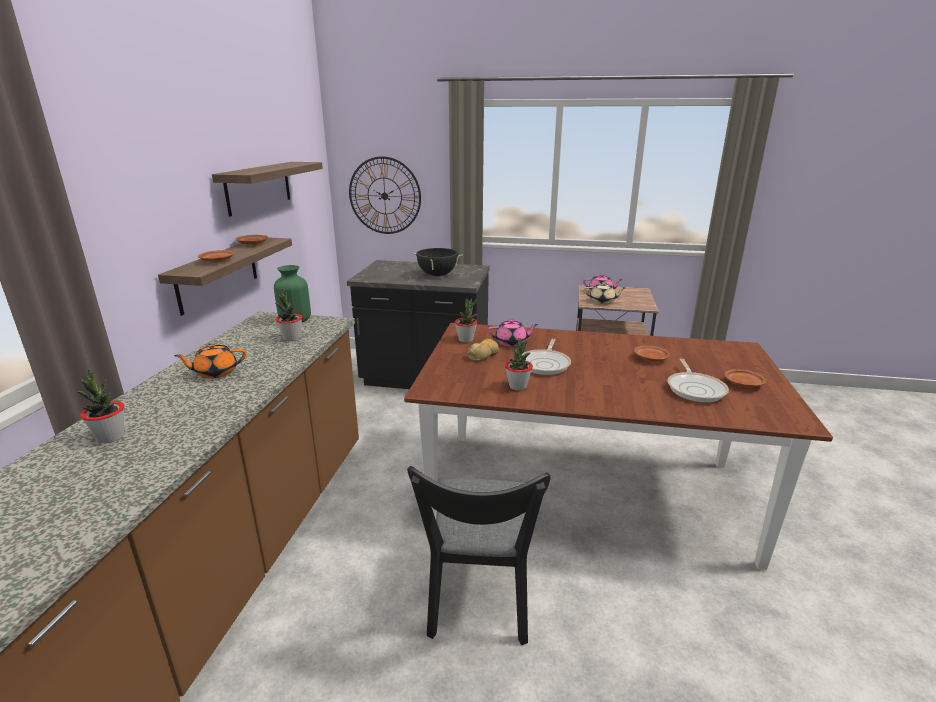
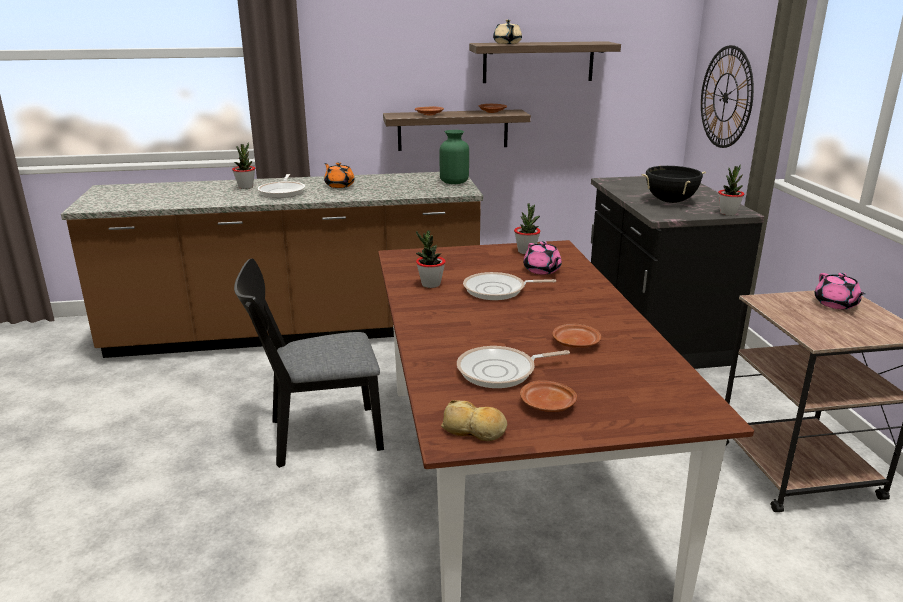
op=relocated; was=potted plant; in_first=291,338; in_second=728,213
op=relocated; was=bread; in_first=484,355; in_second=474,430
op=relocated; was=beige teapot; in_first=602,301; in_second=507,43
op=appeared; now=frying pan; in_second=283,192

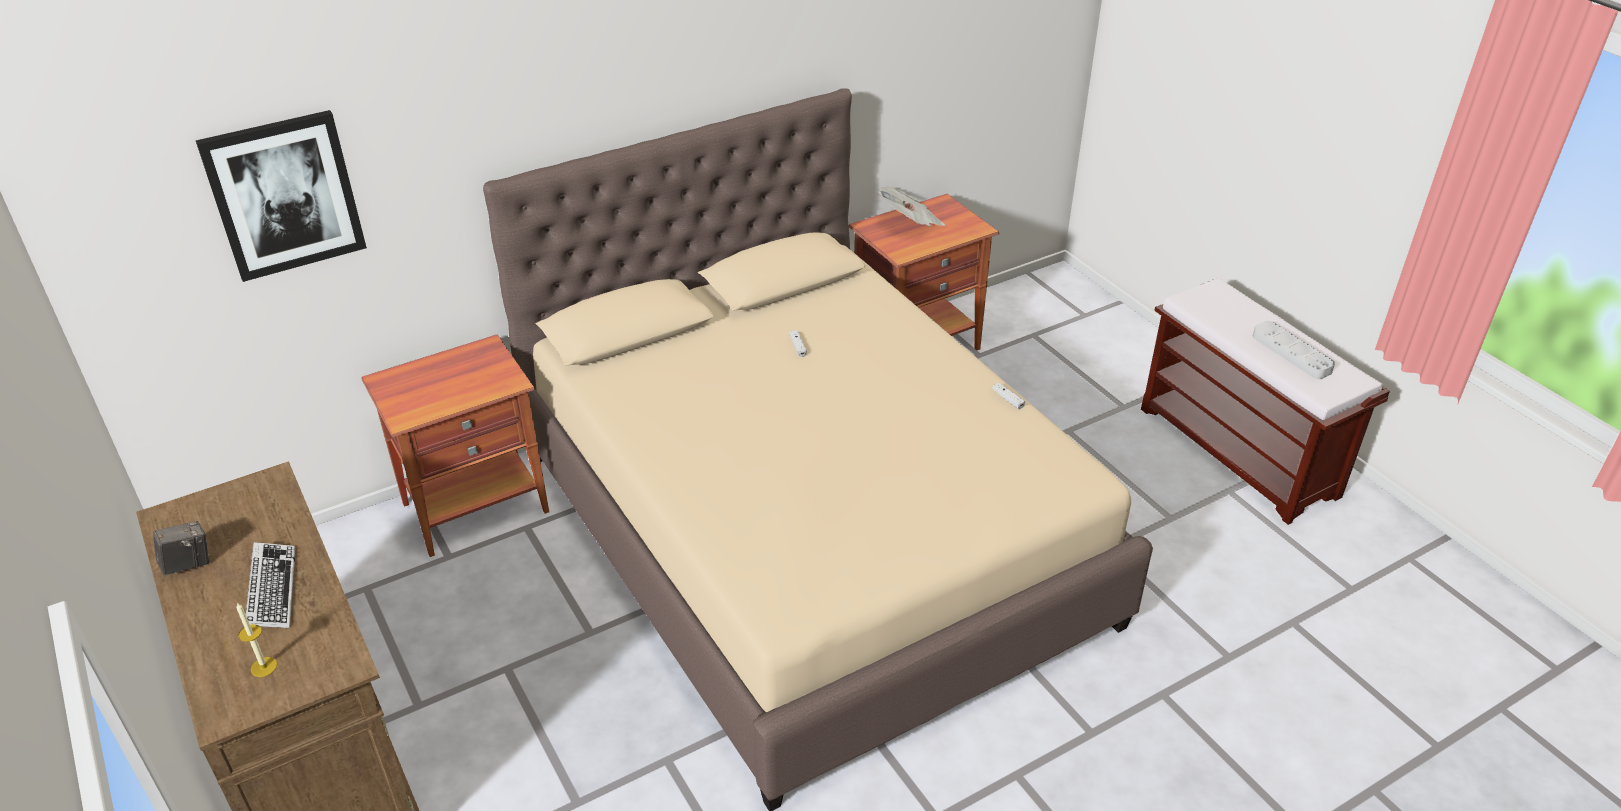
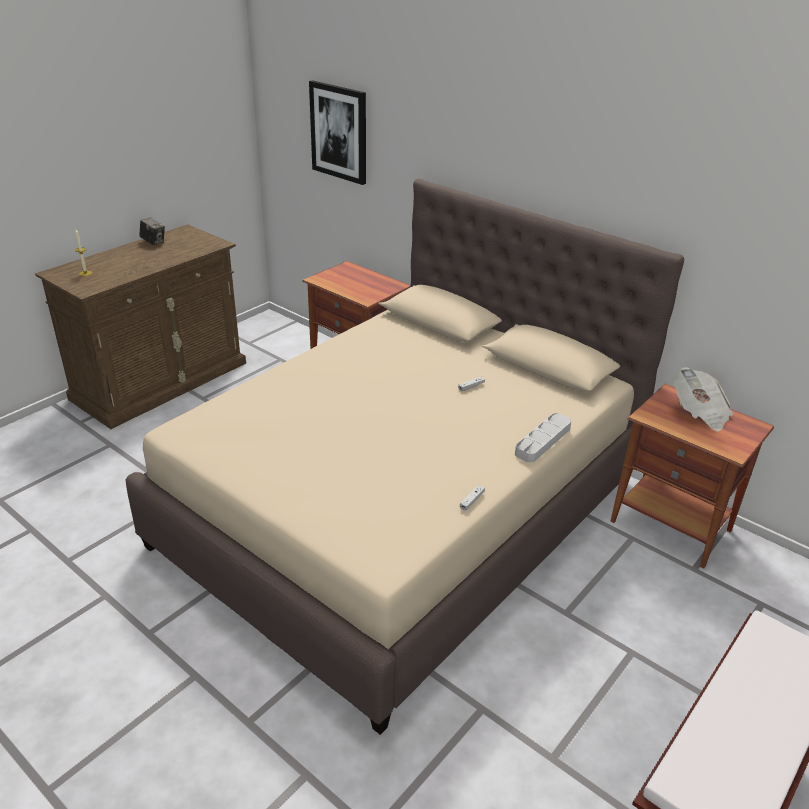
op=missing; was=keyboard; in_first=272,590
op=relocated; was=grey tray; in_first=1291,354; in_second=543,441

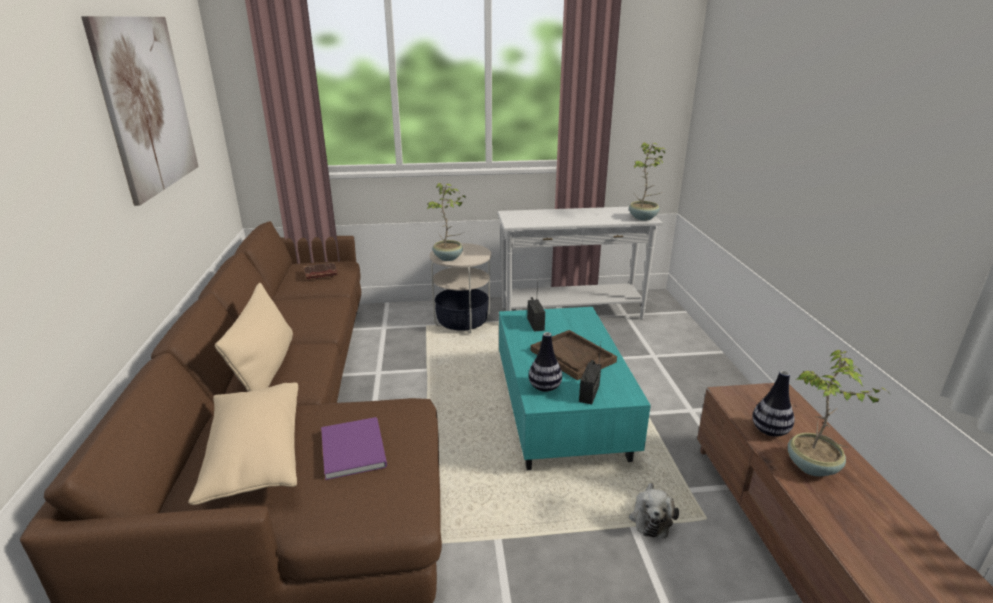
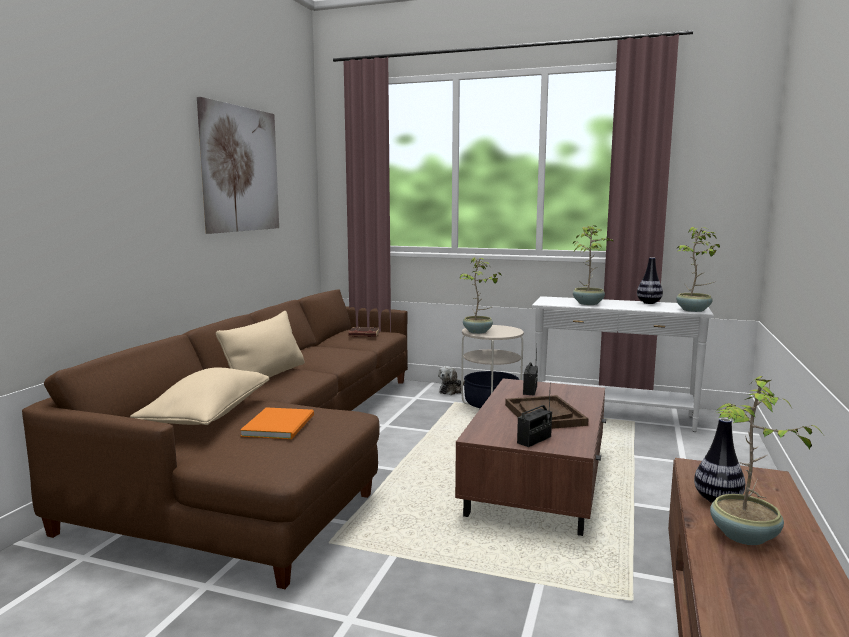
op=colour; was=purple book; now=orange book; in_first=355,447; in_second=281,425
op=colour; was=turquoise coffee table; now=brown coffee table; in_first=561,409; in_second=537,481
op=relocated; was=vase; in_first=544,388; in_second=649,303
op=relocated; was=plush toy; in_first=651,518; in_second=451,390
op=appeared; now=potted plant; in_second=588,303

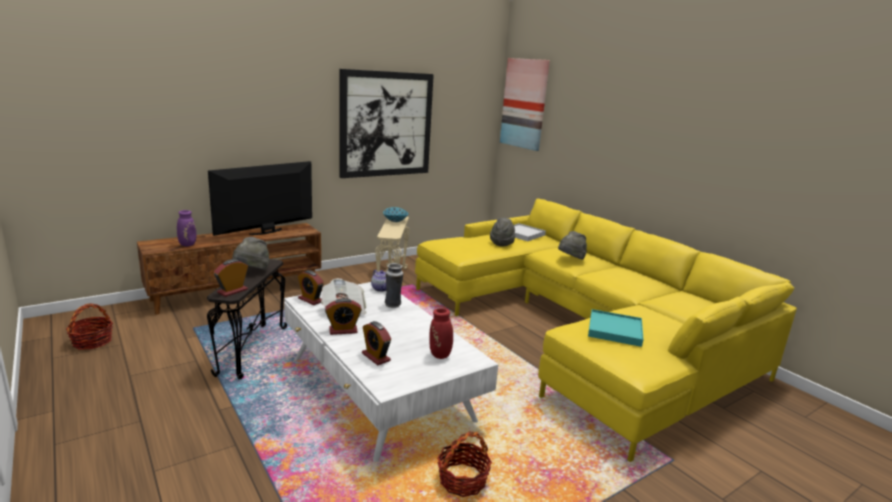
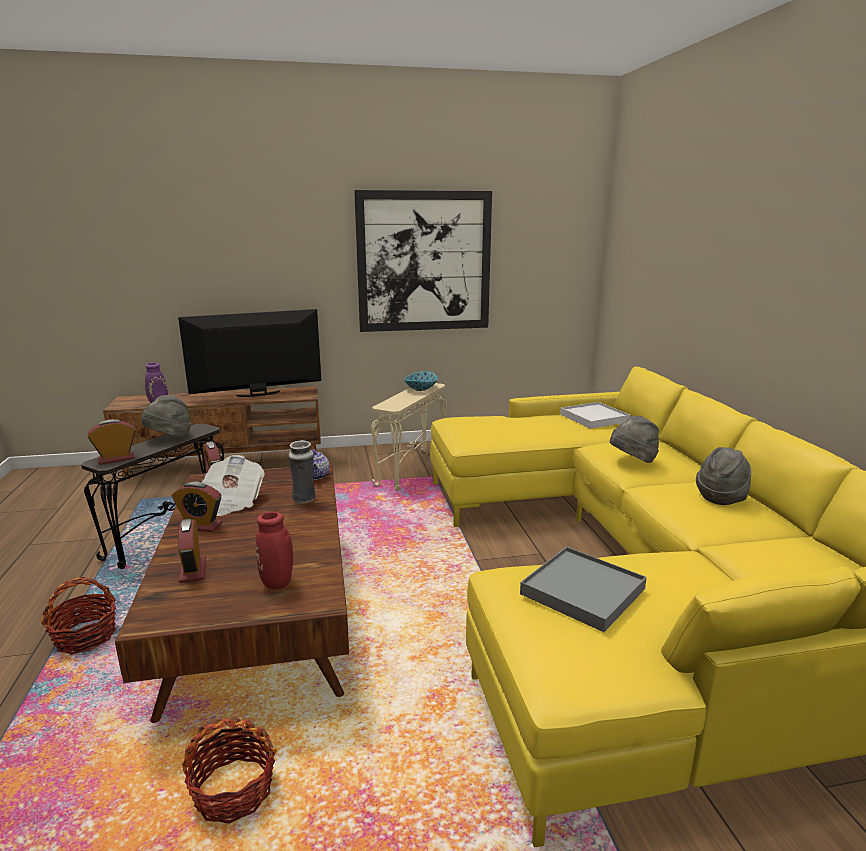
op=relocated; was=basket; in_first=92,342; in_second=86,636
op=colour; was=white coffee table; now=brown coffee table; in_first=378,388; in_second=259,613
op=relocated; was=grey hat; in_first=502,243; in_second=721,497
op=missing; was=picture; in_first=524,103
op=colour; was=turquoise tray; now=grey tray; in_first=615,330; in_second=583,591

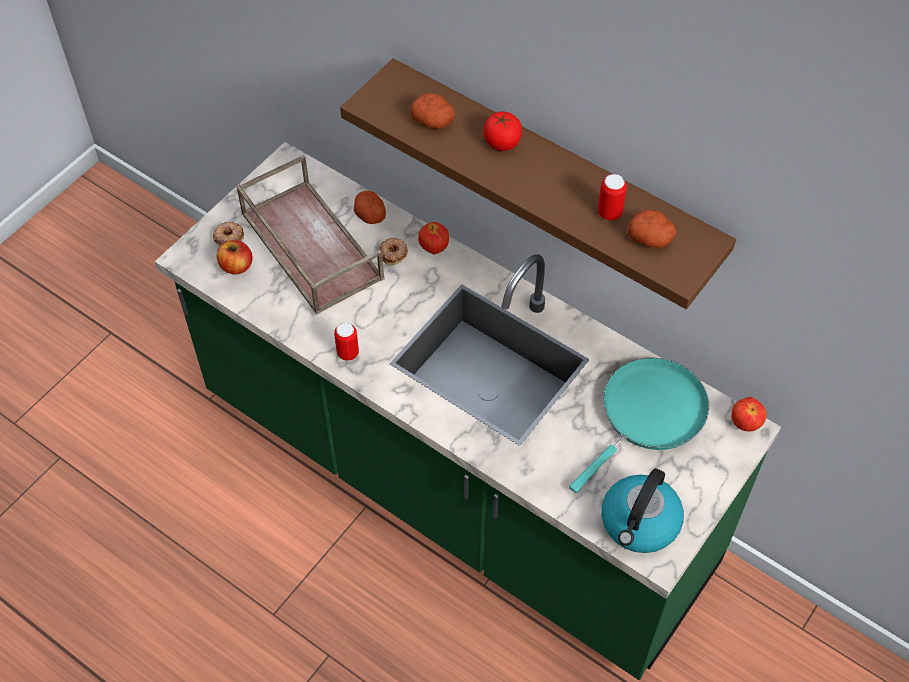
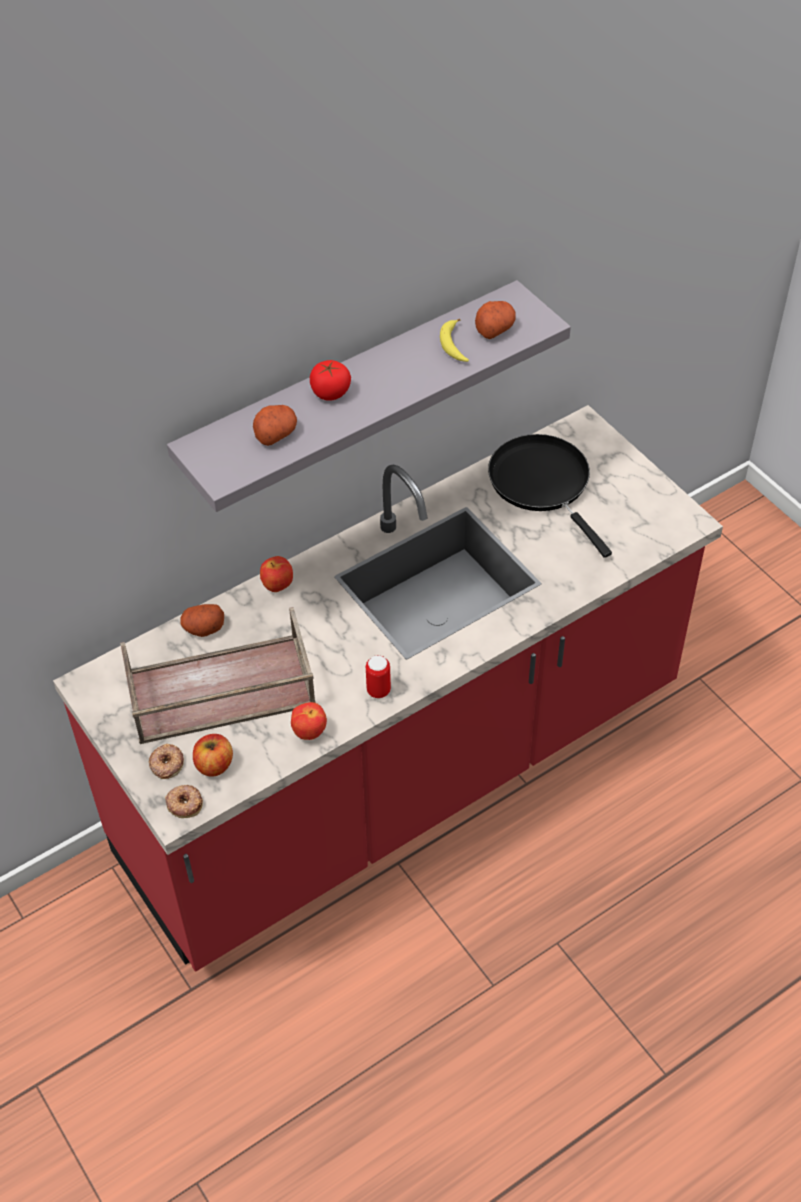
op=colour; was=green counter; now=red counter; in_first=454,483; in_second=403,775
op=colour; was=brown shelf; now=grey shelf; in_first=552,174; in_second=351,392
op=relocated; was=donut; in_first=393,253; in_second=184,803
op=colour; was=turquoise frying pan; now=black frying pan; in_first=648,414; in_second=543,484
op=exchanged; was=can; now=banana; in_first=609,213; in_second=453,345
op=missing; was=kettle; in_first=639,523
op=relocated; was=apple; in_first=745,424; in_second=310,732

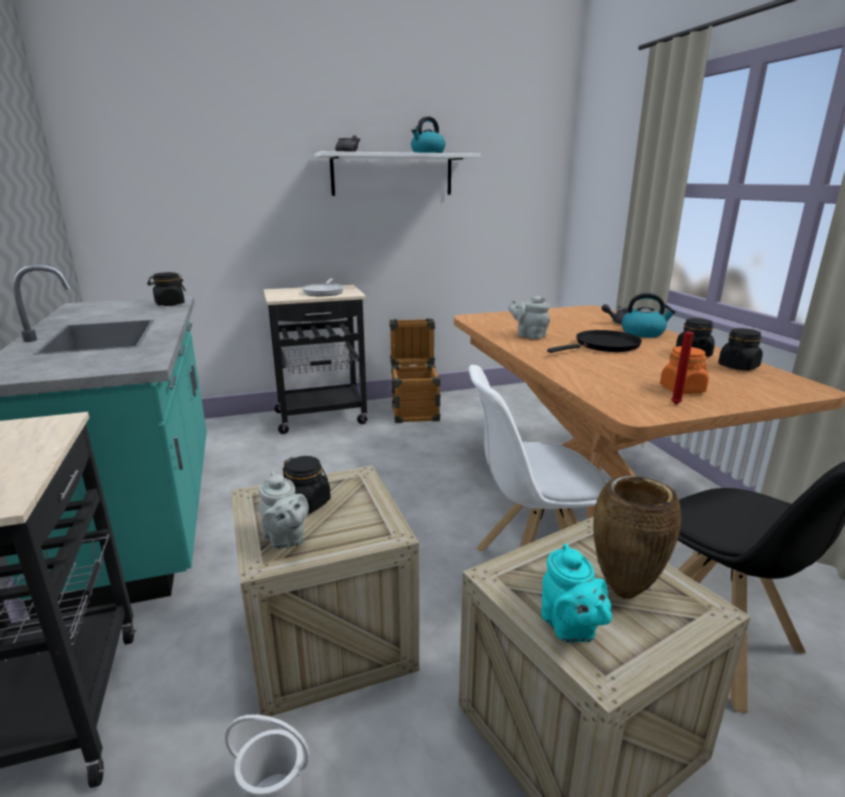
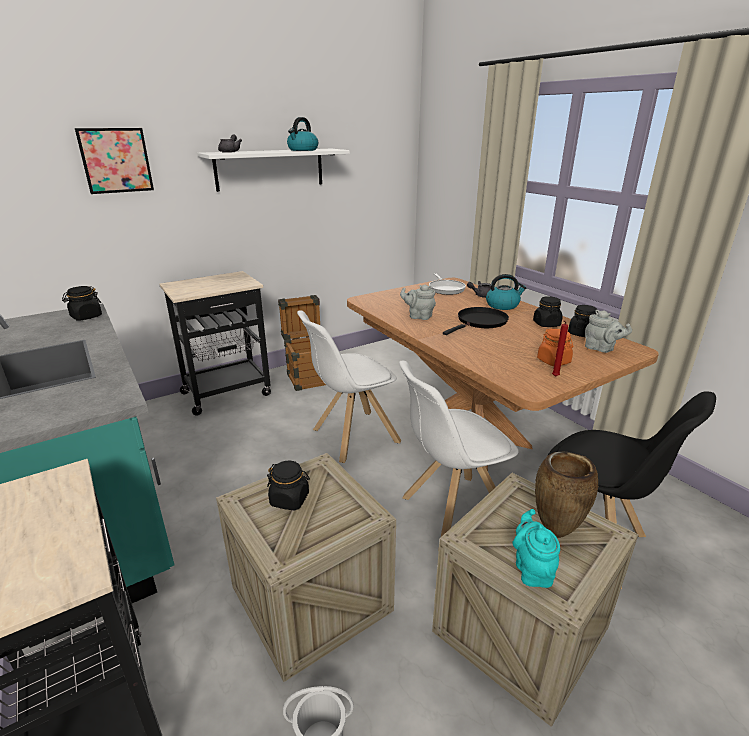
op=relocated; was=grey teapot; in_first=285,539; in_second=601,349
op=relocated; was=frying pan; in_first=324,292; in_second=446,289
op=spun; was=turquoise teapot; in_first=570,628; in_second=532,569; clockwise=-150
op=appeared; now=picture; in_second=116,160
op=appeared; now=white chair; in_second=352,437

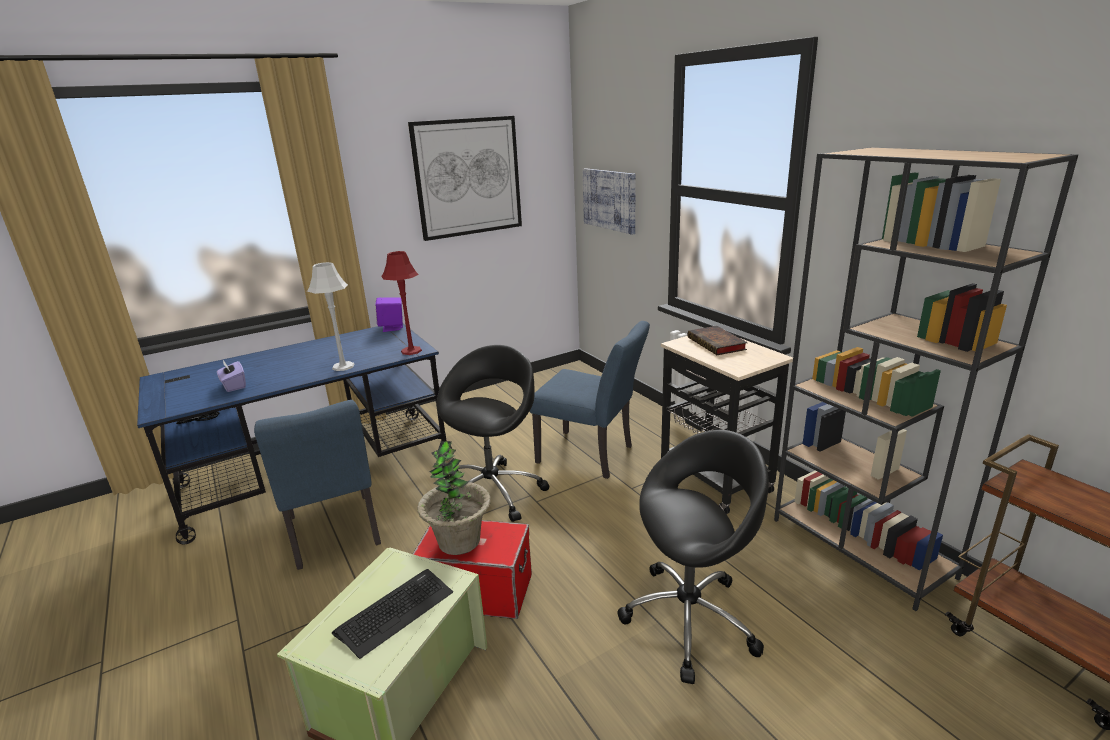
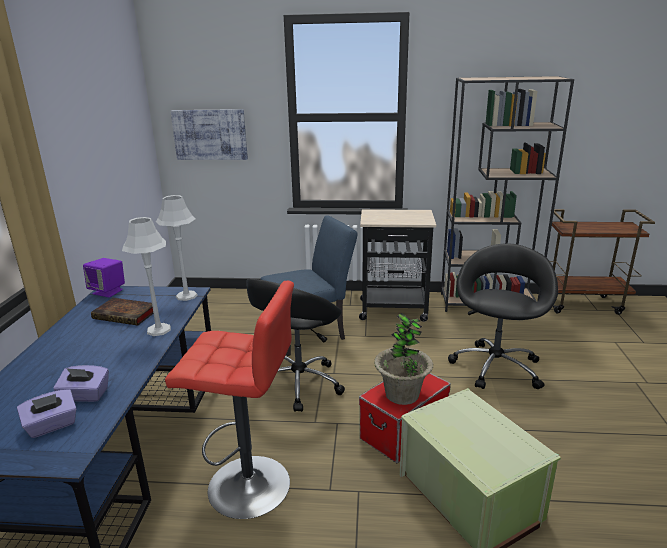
op=exchanged; was=blue chair; now=red stool; in_first=335,535; in_second=249,487
op=missing; was=keyboard; in_first=395,612
op=colour; was=red table lamp; now=grey table lamp; in_first=411,351; in_second=186,296
op=missing; was=picture; in_first=468,177
op=spun; was=black office chair; in_first=495,490; in_second=297,384; clockwise=-135
op=relocated; was=book; in_first=717,344; in_second=127,315
op=appeared; now=purple tissue box; in_second=52,425

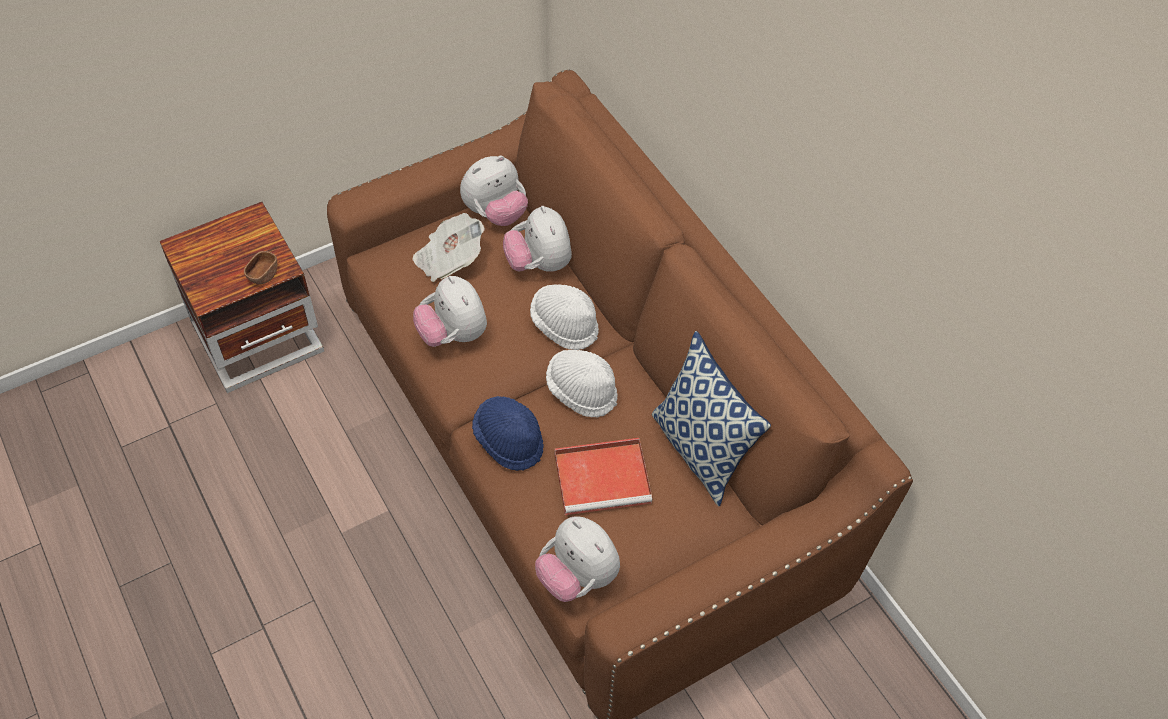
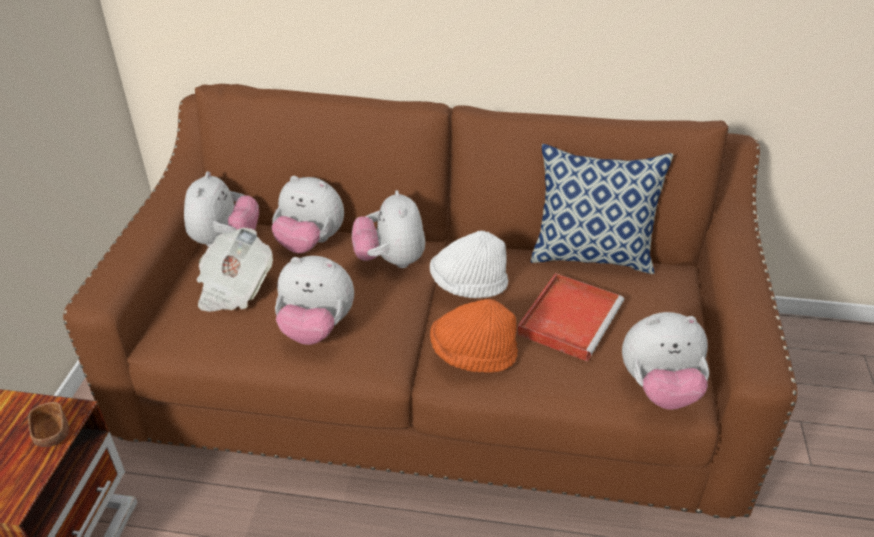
op=colour; was=blue hat; now=orange hat; in_first=509,441; in_second=473,355
op=exchanged; was=white hat; now=plush toy; in_first=565,325; in_second=390,260

